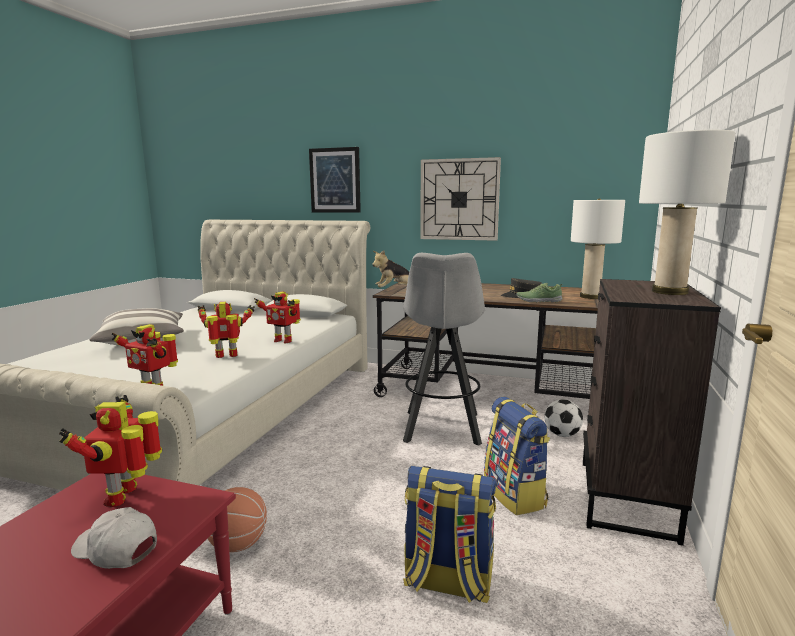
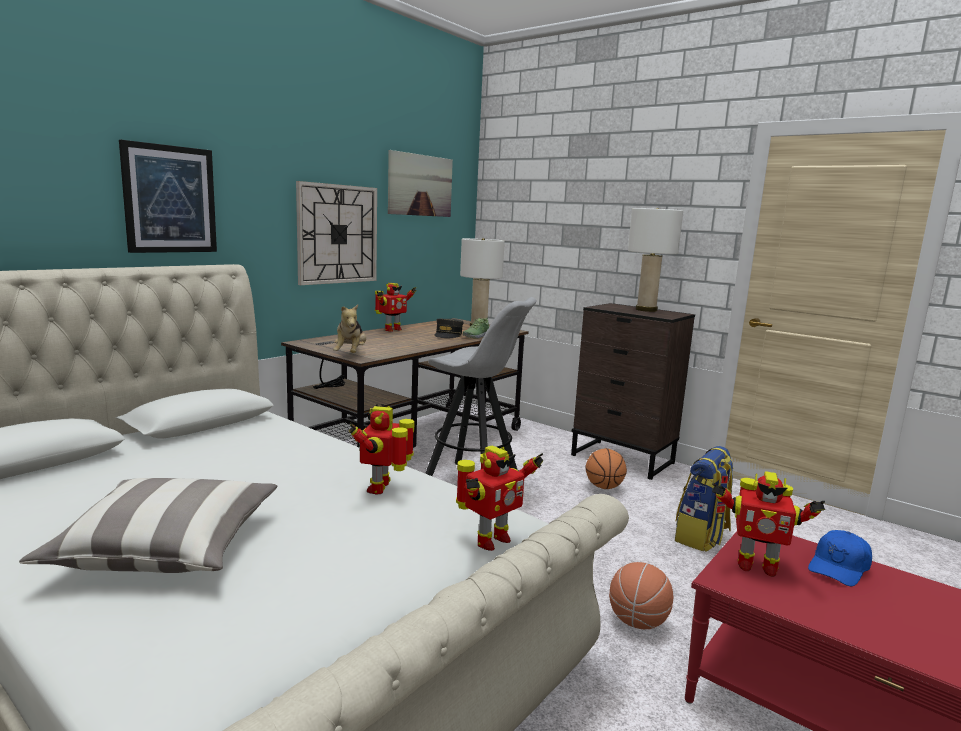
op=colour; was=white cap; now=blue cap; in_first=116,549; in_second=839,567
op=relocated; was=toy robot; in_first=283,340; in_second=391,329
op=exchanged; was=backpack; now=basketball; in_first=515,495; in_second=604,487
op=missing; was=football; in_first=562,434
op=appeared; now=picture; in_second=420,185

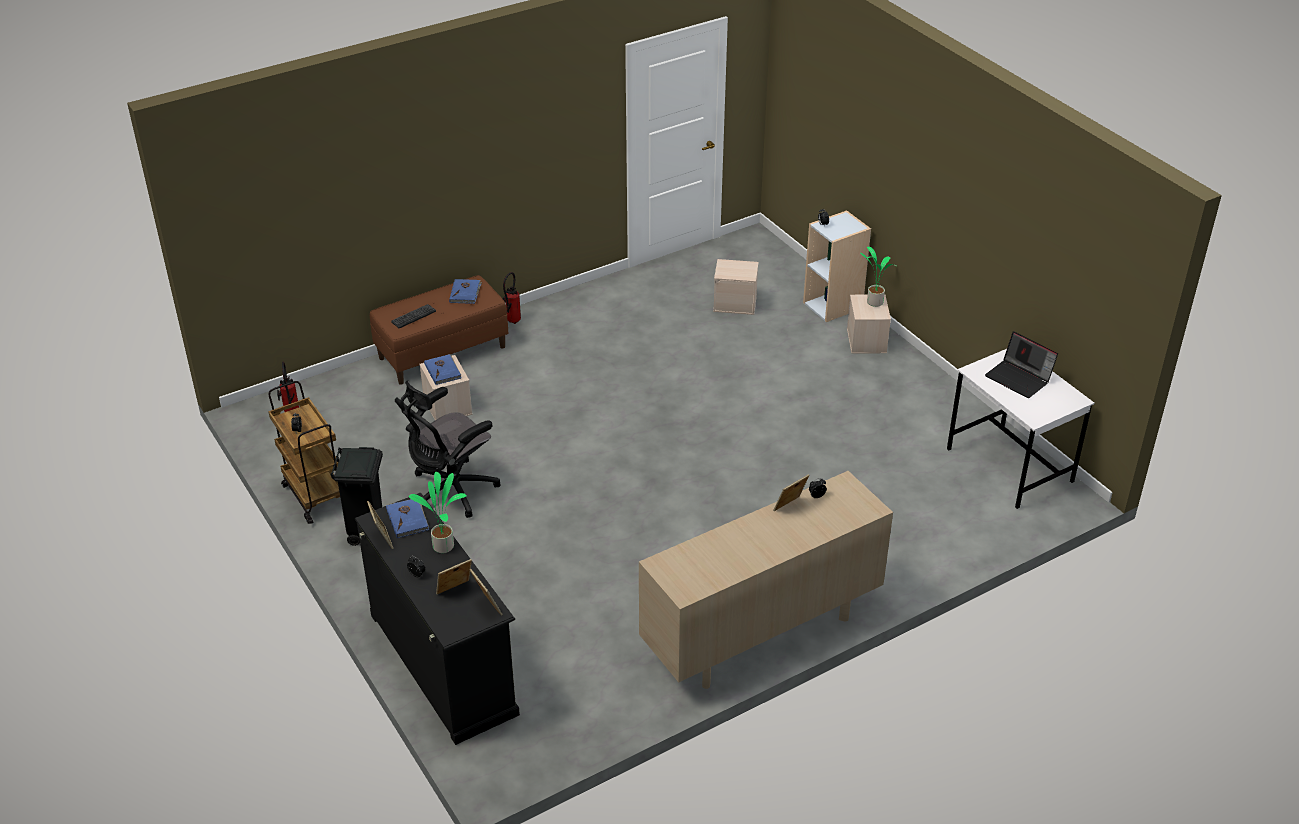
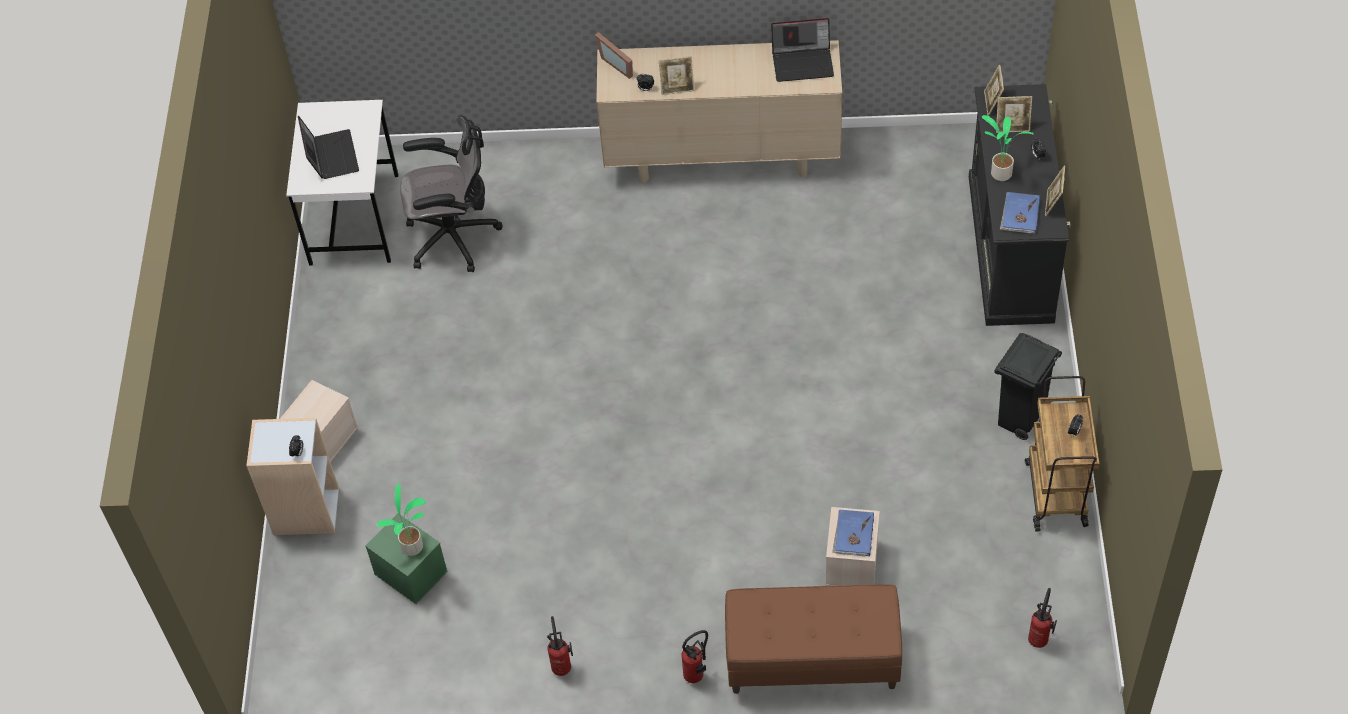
op=missing; was=keyboard; in_first=413,316
op=relocated; was=office chair; in_first=452,491; in_second=453,237
op=missing; was=blue book; in_first=465,293
op=colour; was=beige storage box; now=green storage box; in_first=735,303; in_second=409,572
op=relocated; was=potted plant; in_first=873,302; in_second=413,548
op=appeared; now=fire extinguisher; in_second=562,665
op=appeared; now=picture frame; in_second=618,63
op=appeared; now=laptop; in_second=803,62

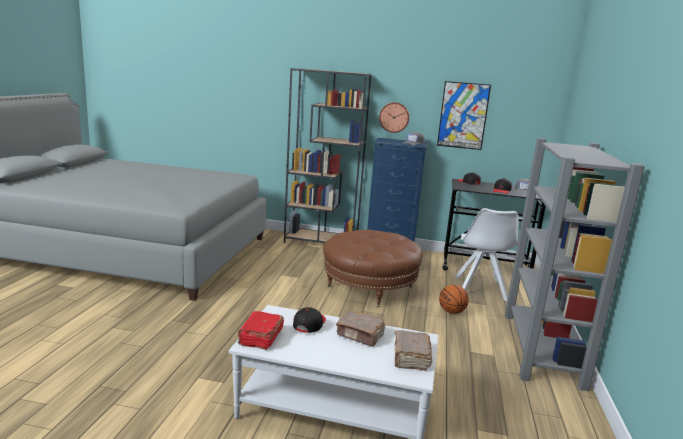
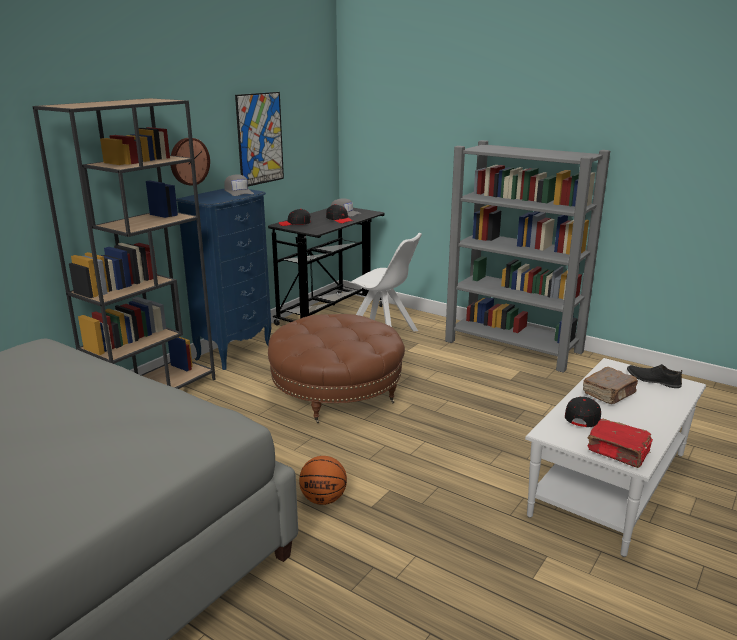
op=spun; was=black cap; in_first=309,324; in_second=583,416; clockwise=75
op=exchanged; was=brown book; now=black shoe; in_first=410,358; in_second=653,380
op=relocated; was=basketball; in_first=452,312; in_second=323,499

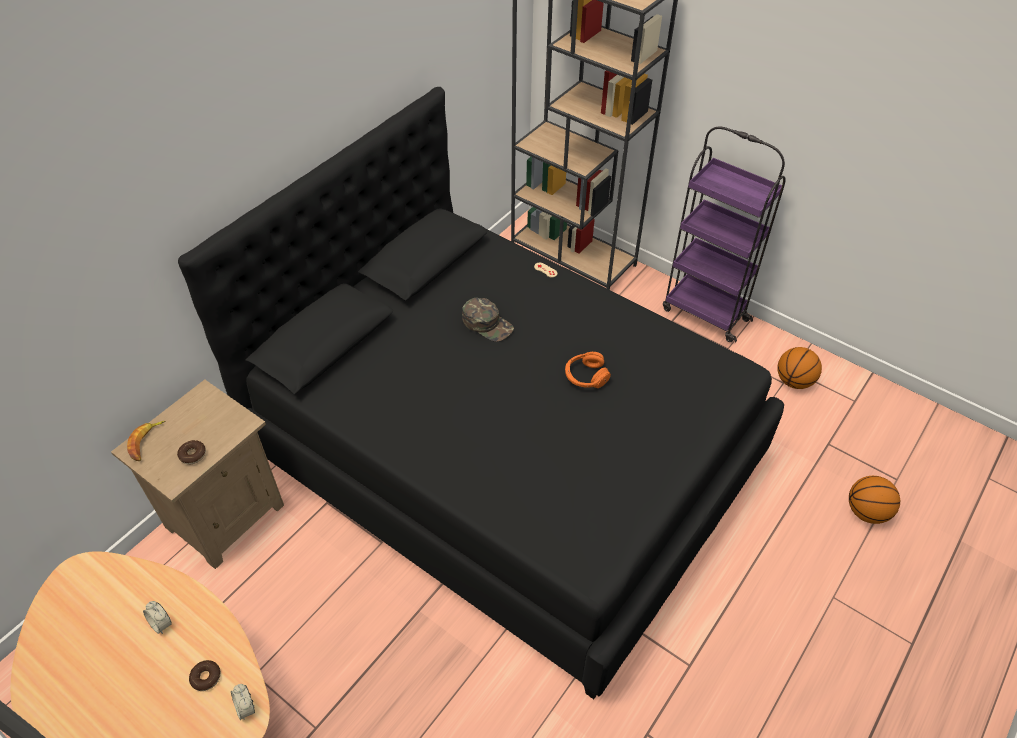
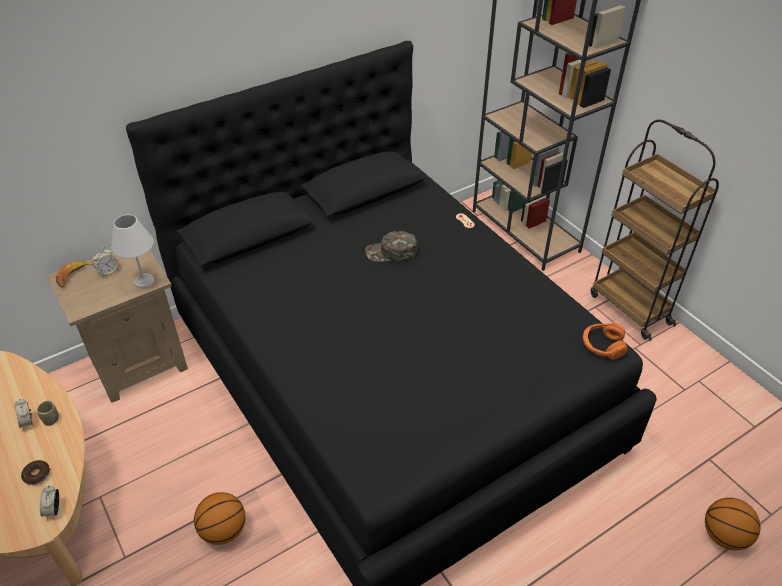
op=missing; was=donut; in_first=193,455
op=spun; was=green cap; in_first=487,324; in_second=391,252; clockwise=120
op=relocated; was=orange headphones; in_first=585,376; in_second=602,345
op=colour; was=purple cart; now=brown cart; in_first=704,314; in_second=629,309
op=relocated; was=basketball; in_first=793,381; in_second=223,530
op=appeared; now=cup; in_second=51,419
op=appeared; now=alarm clock; in_second=108,271
op=appeared; now=white table lamp; in_second=143,281

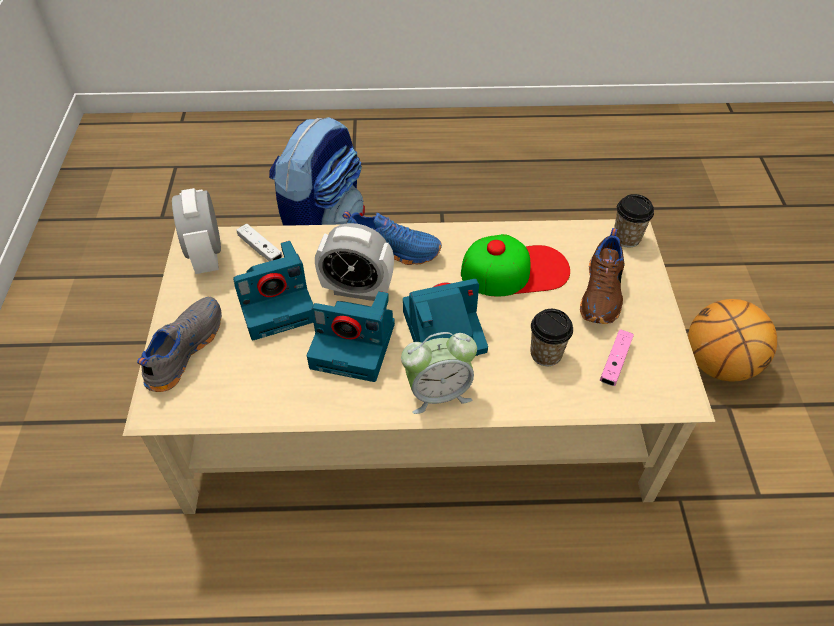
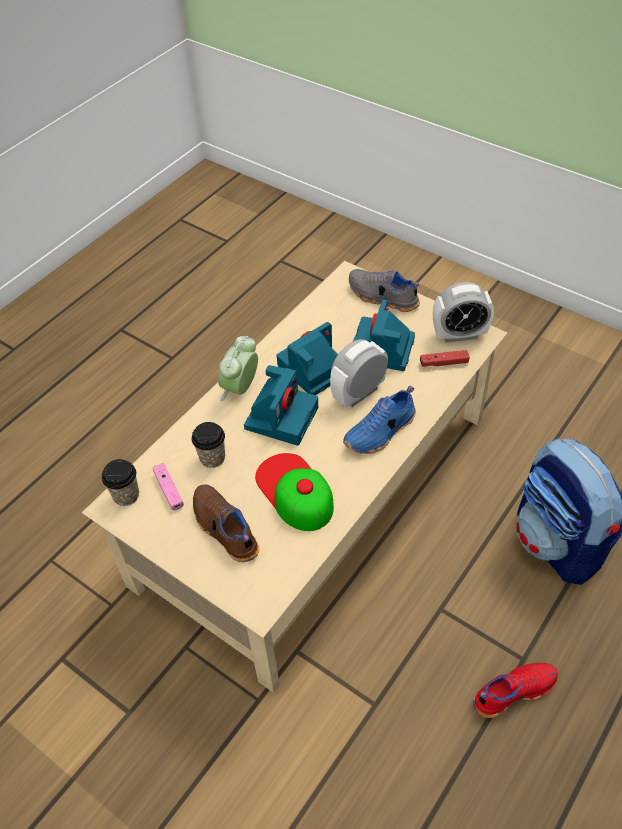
op=spun; was=grey shoe; in_first=183,349; in_second=382,297; clockwise=150
op=spun; was=alarm clock; in_first=207,256; in_second=459,334; clockwise=150
op=colour; was=white game controller; now=red game controller; in_first=260,249; in_second=444,363
op=spun; was=cap; in_first=515,270; in_second=294,491; clockwise=120
op=relocated; was=cup; in_first=626,238; in_second=126,495
op=missing; was=basketball; in_first=718,364
op=appeared; now=red shoe; in_second=512,690

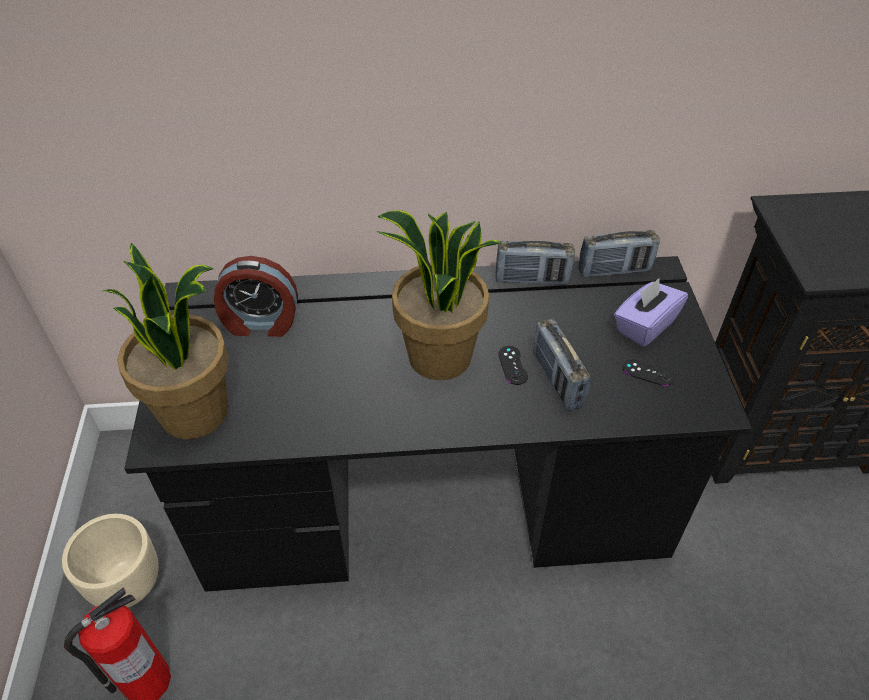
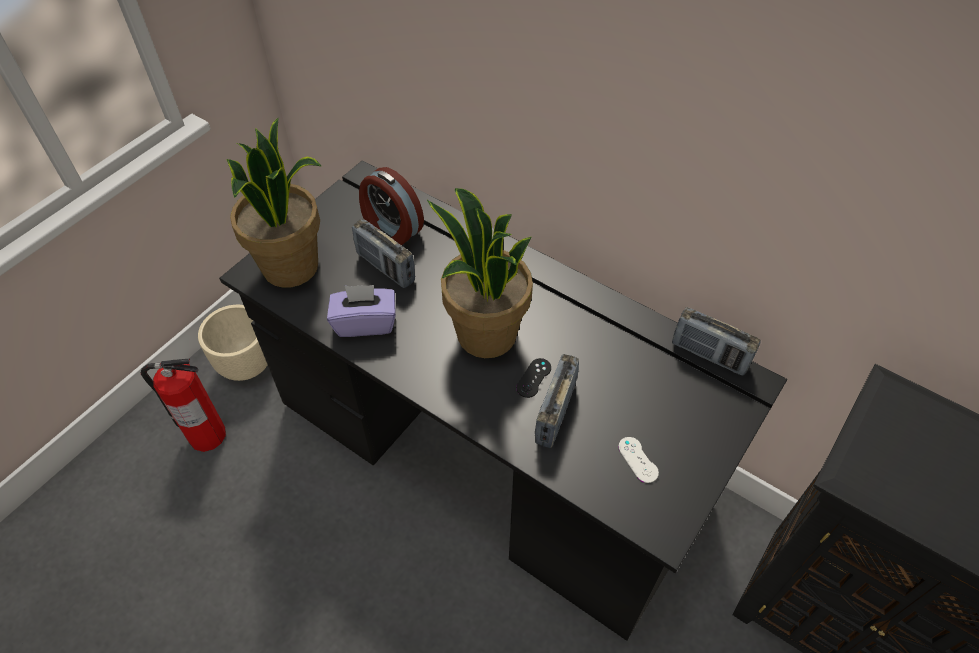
op=relocated; was=radio; in_first=532,279; in_second=385,268
op=relocated; was=purple tissue box; in_first=644,326; in_second=365,322
op=colour; was=black game controller; now=white game controller; in_first=648,372; in_second=638,459

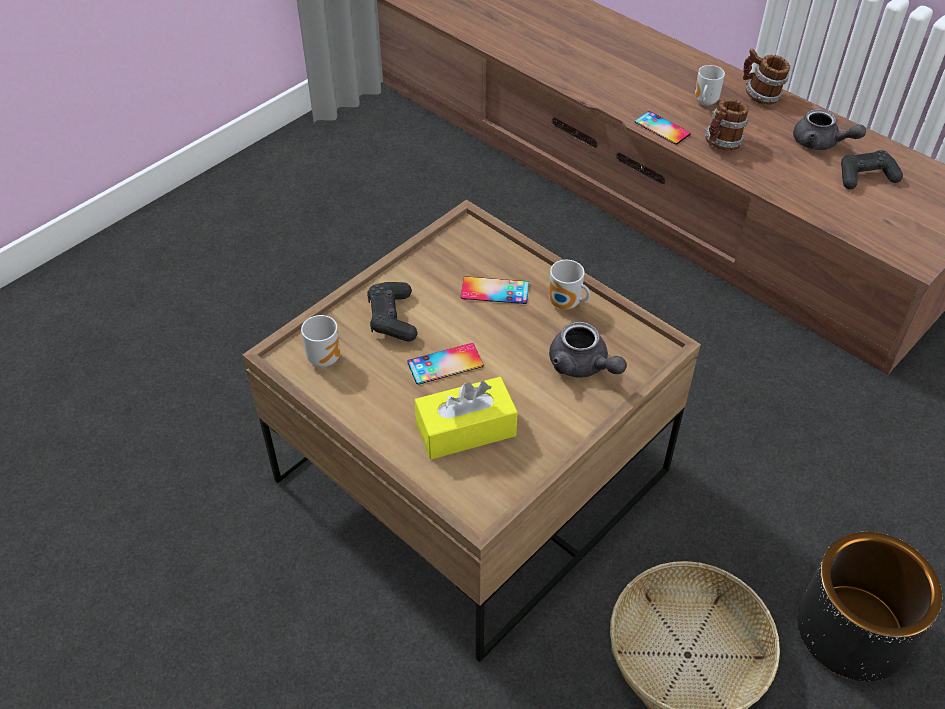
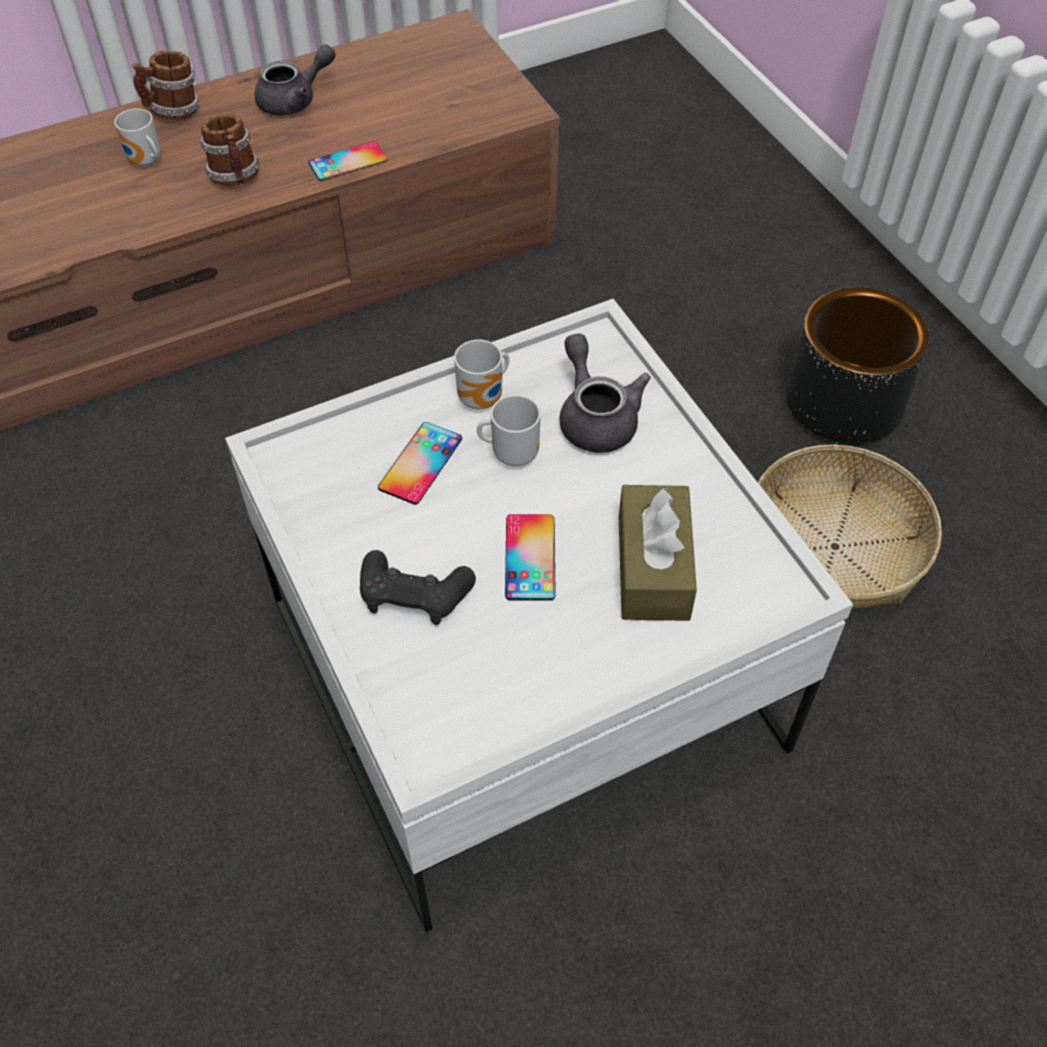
op=colour; was=brown coffee table; now=white coffee table; in_first=472,476; in_second=523,673
op=relocated; was=mug; in_first=325,357; in_second=512,453
op=colour; was=yellow tissue box; now=brown tissue box; in_first=465,429; in_second=653,567
op=spun; was=grey teapot; in_first=583,366; in_second=595,416; clockwise=-90
op=relocated; was=phone; in_first=662,128; in_second=348,161
op=missing; was=black game controller; in_first=865,177

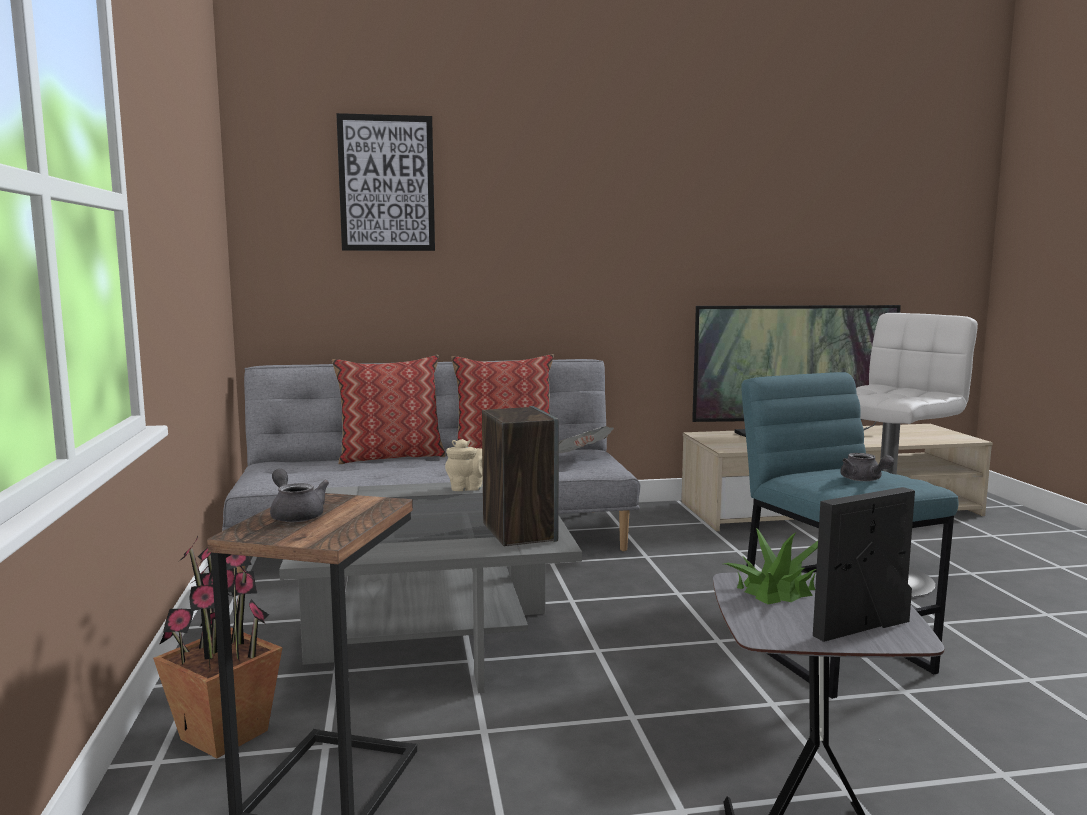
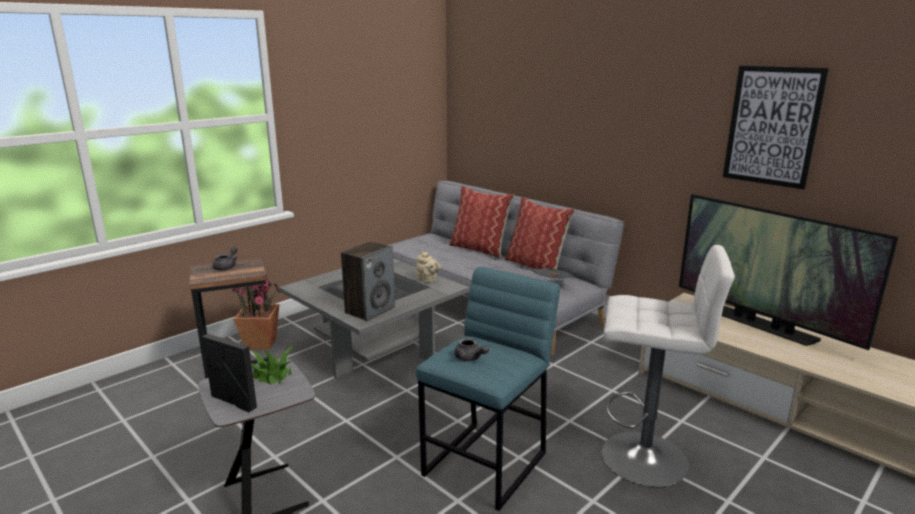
op=relocated; was=picture; in_first=386,183; in_second=772,126
op=spun; was=grey teapot; in_first=864,480; in_second=470,358; clockwise=-75

